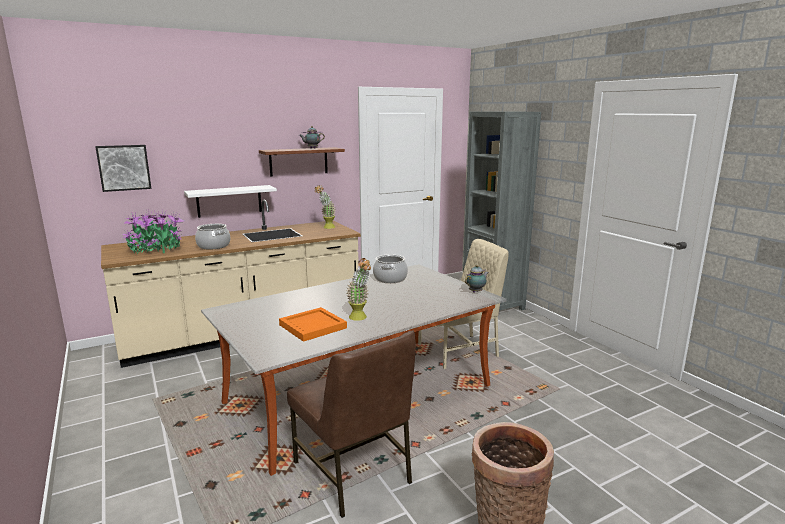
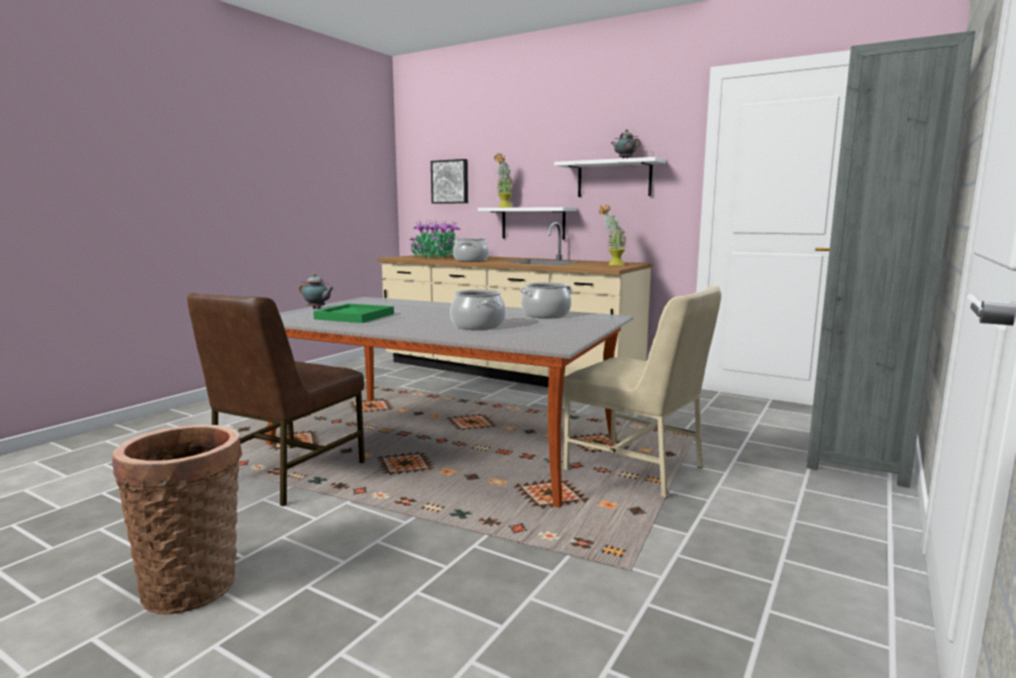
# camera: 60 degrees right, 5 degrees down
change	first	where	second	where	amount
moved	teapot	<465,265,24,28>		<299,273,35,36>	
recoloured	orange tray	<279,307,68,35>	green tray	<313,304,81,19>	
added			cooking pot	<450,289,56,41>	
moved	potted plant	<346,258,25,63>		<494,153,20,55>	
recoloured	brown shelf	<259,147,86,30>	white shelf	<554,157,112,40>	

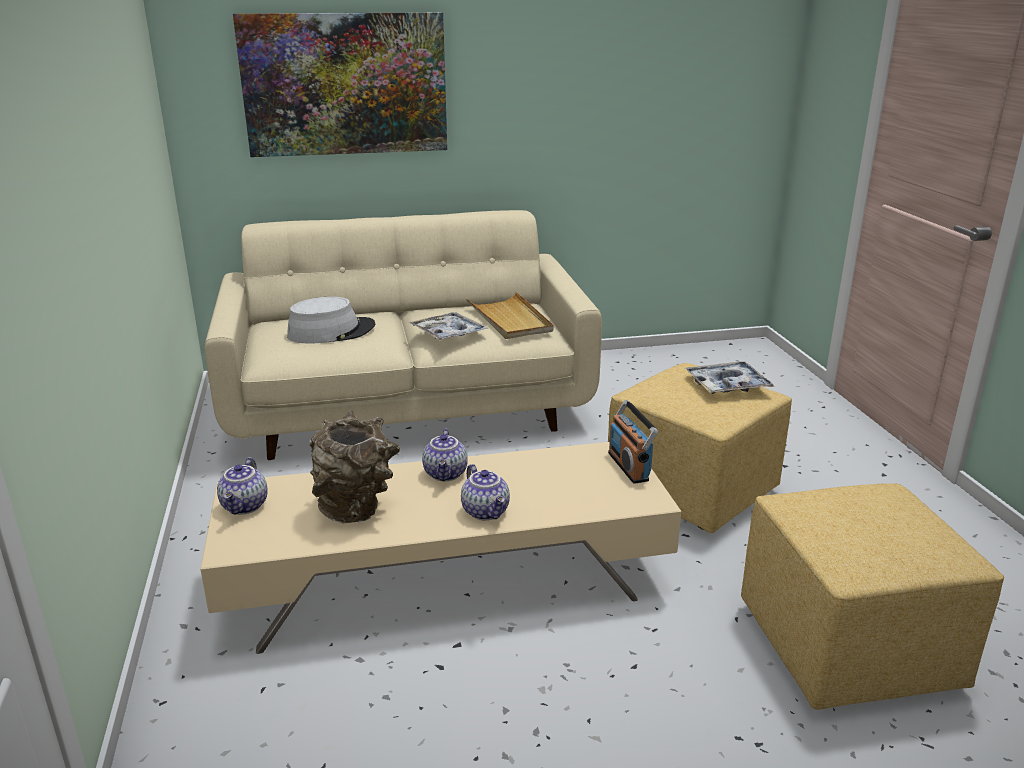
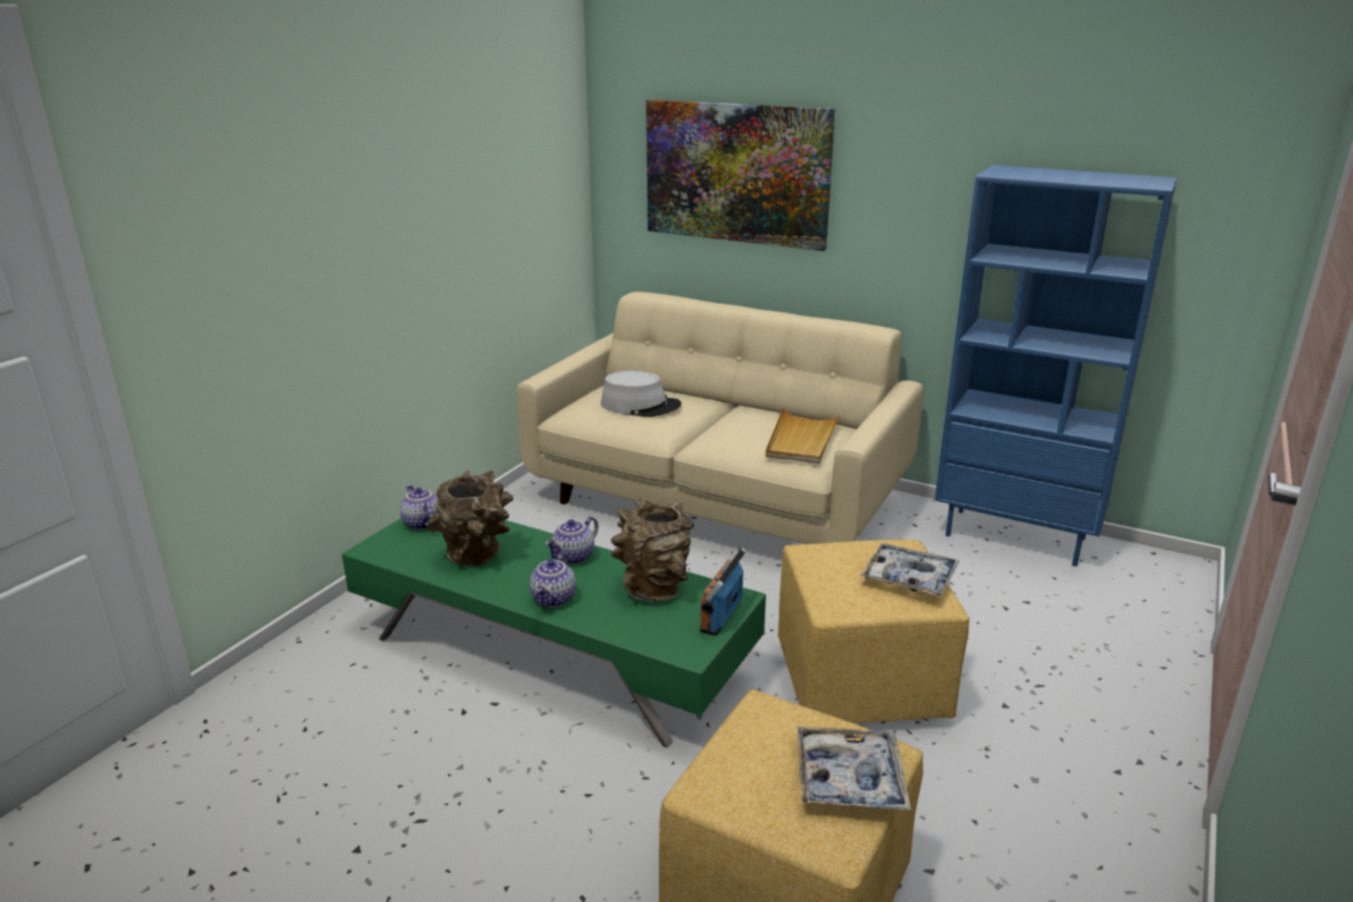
# camera: 40 degrees right, 0 degrees up
change	first	where	second	where	amount
recoloured	beige coffee table	<200,442,481,212>	green coffee table	<342,518,424,230>	
turned	teapot	<217,457,51,58>		<400,485,38,45>	105 degrees clockwise
added			brown vase	<611,497,83,104>	
moved	tray	<408,312,81,29>		<797,726,114,84>	
added			blue bookcase	<935,165,242,401>	

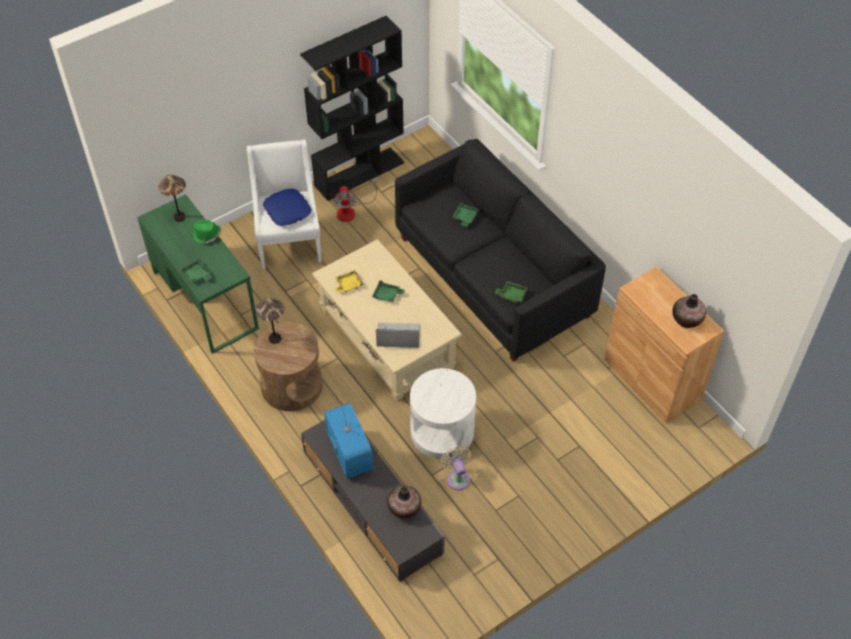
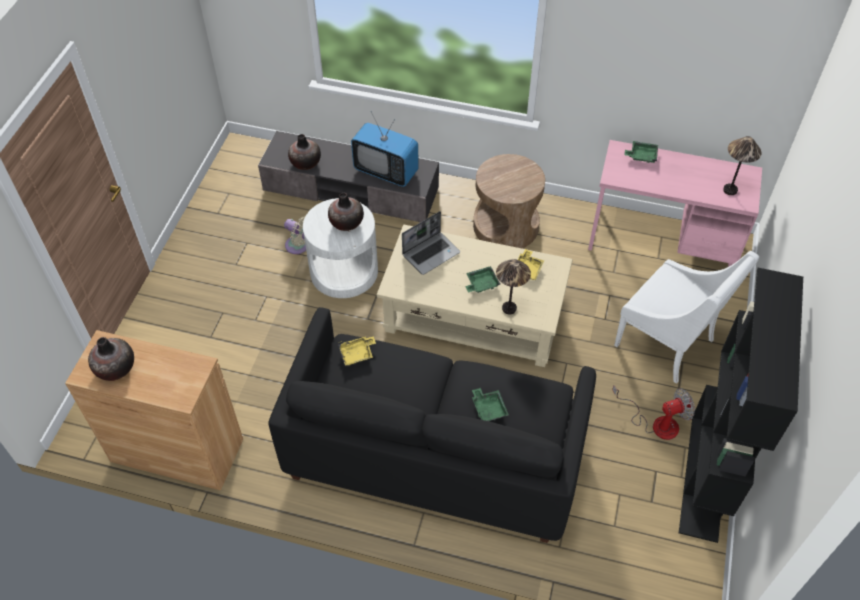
# camera: 140 degrees right, 0 degrees up
change	first	where	second	where	amount
added			vase	<328,193,36,38>	
recoloured	green tray	<495,281,33,23>	yellow tray	<338,336,38,29>	
moved	table lamp	<256,298,28,46>		<496,259,35,56>	
recoloured	green desk	<137,194,122,160>	pink desk	<588,140,174,127>	
turned	fan	<333,178,45,44>		<612,385,83,55>	120 degrees clockwise
removed	green hat	<192,220,29,24>			
removed	blue pillow	<263,189,49,37>			

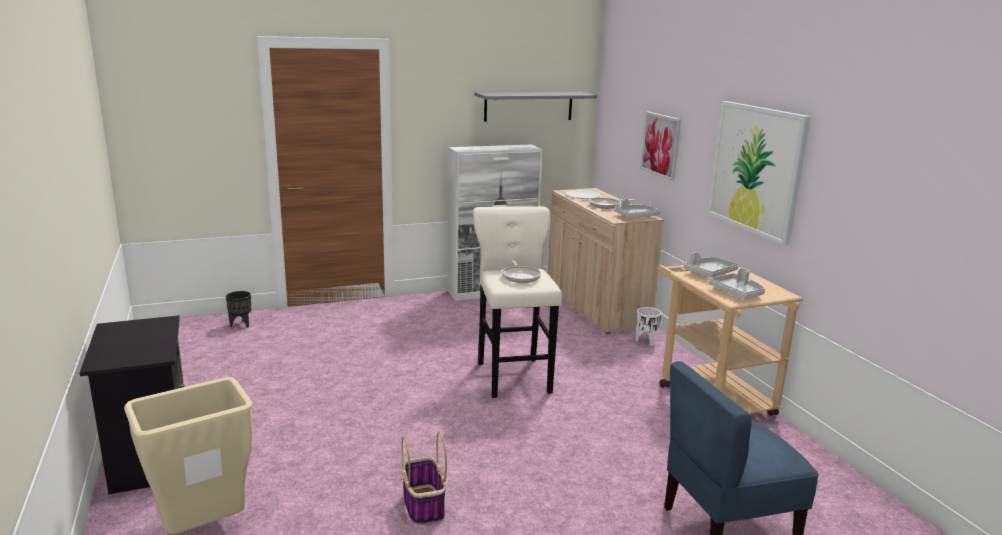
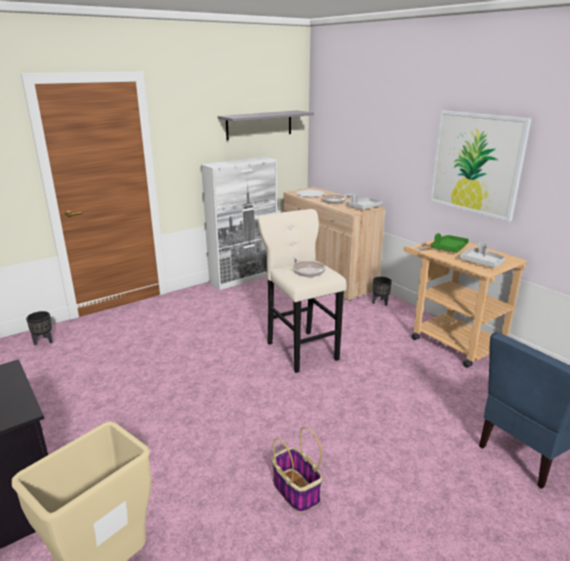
# camera: 15 degrees left, 5 degrees up
change	first	where	second	where	amount
recoloured	white planter	<636,307,25,39>	black planter	<373,277,19,29>	
recoloured	grey tray	<684,252,55,26>	green tray	<431,233,38,20>	
removed	picture	<640,111,41,70>			

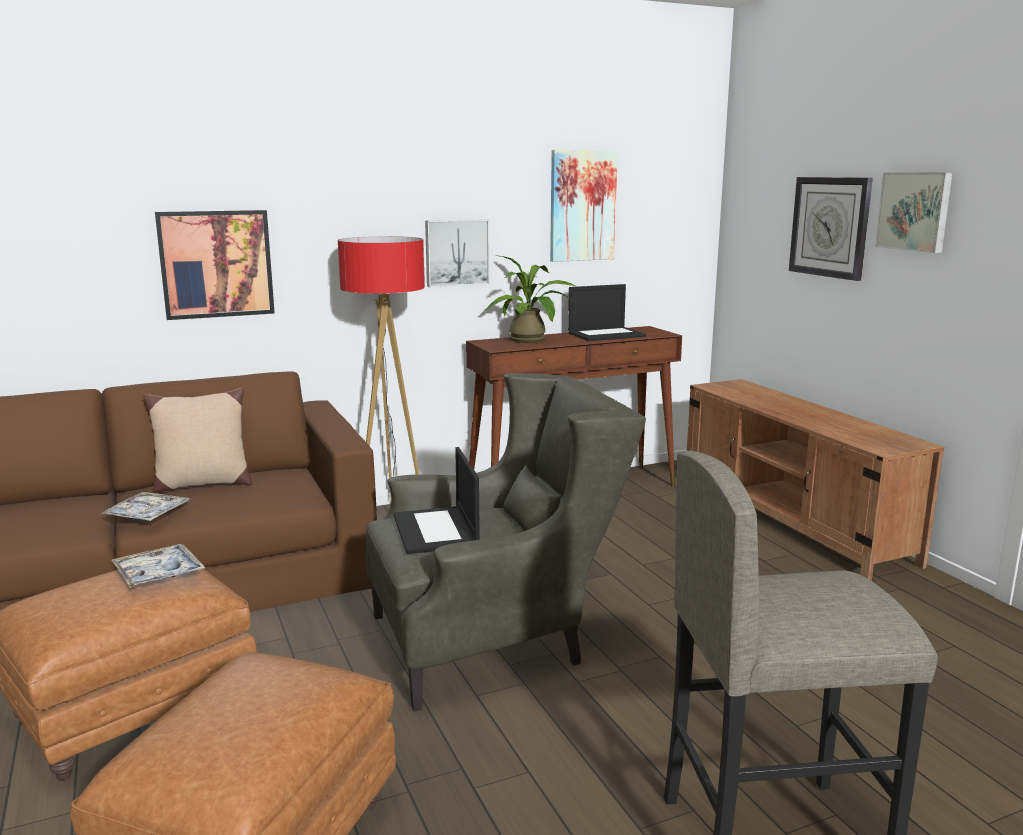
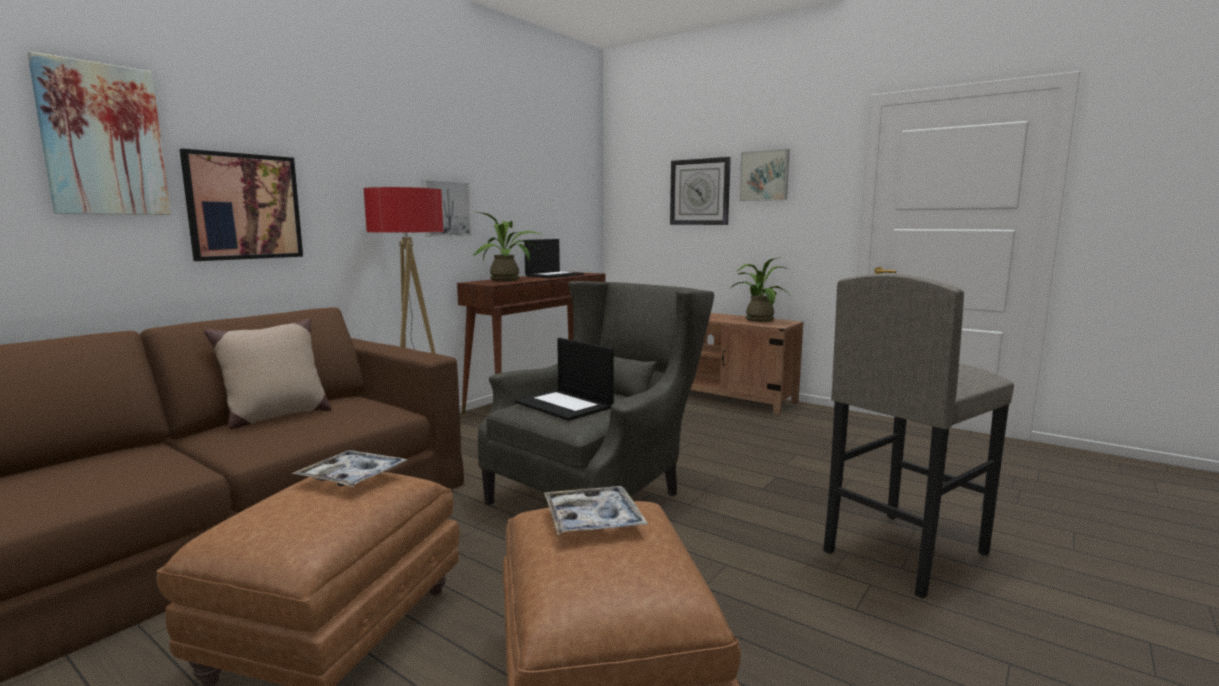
# camera: 30 degrees left, 5 degrees down
change	first	where	second	where	amount
moved	picture	<550,150,68,112>		<27,52,144,163>	
moved	tray	<101,492,88,29>		<544,486,104,48>	
added			potted plant	<729,258,64,64>	

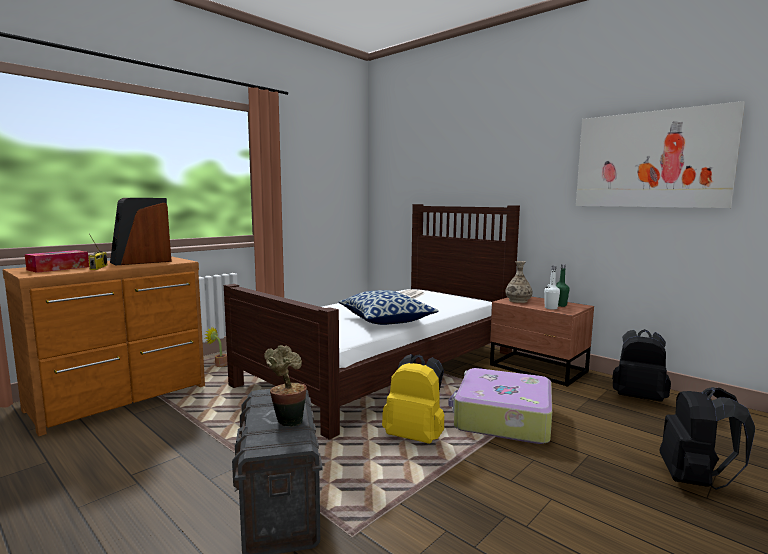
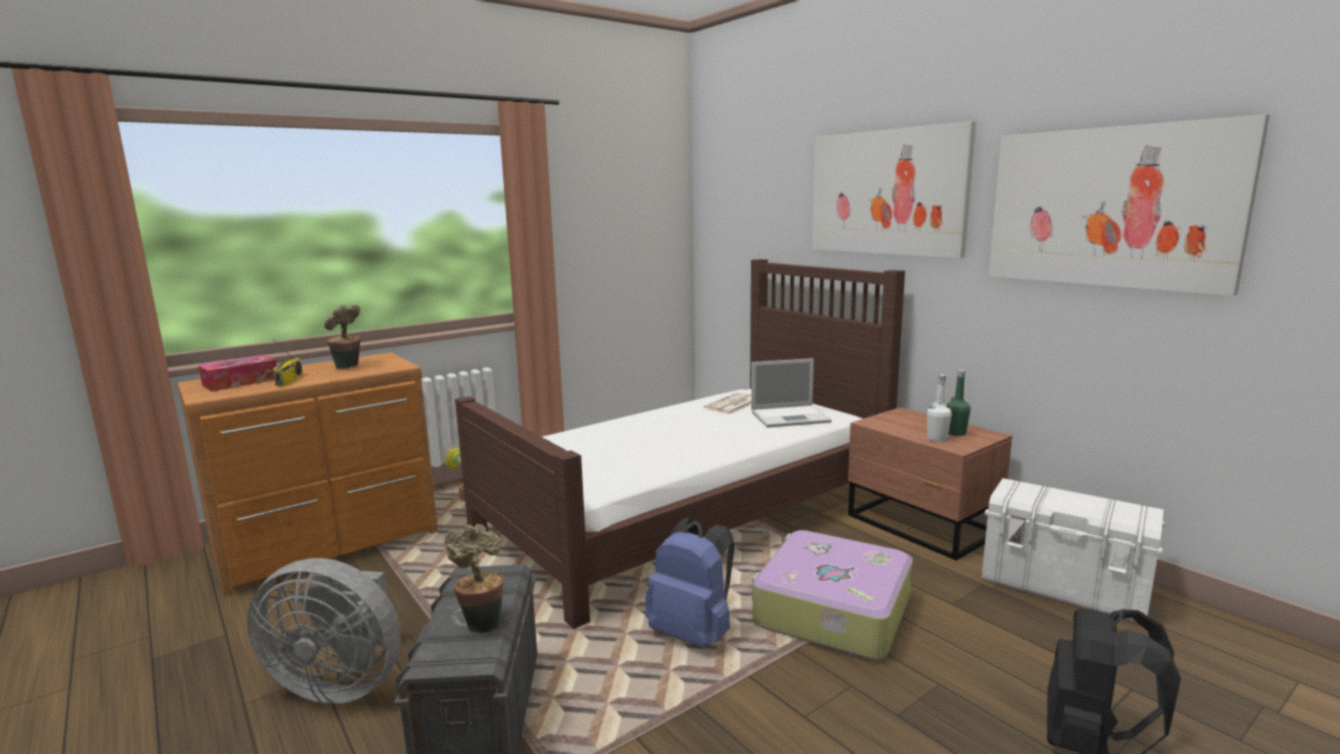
# camera: 10 degrees right, 5 degrees up
change	first	where	second	where	amount
added			grey fan	<247,558,154,146>	
replaced	speaker	<110,198,62,68>	potted plant	<324,304,36,65>	
recoloured	yellow backpack	<382,354,62,90>	blue backpack	<645,518,89,130>	
added			laptop	<751,358,80,70>	
added			picture	<812,121,164,137>	
replaced	black backpack	<612,329,59,73>	white storage box	<982,478,183,144>	
removed	pillow	<339,290,100,35>			
removed	vase	<505,261,28,42>			

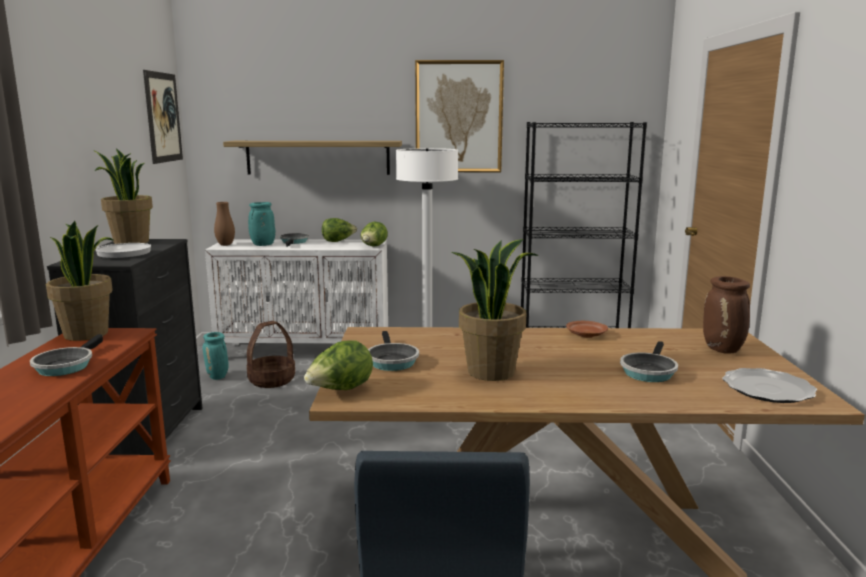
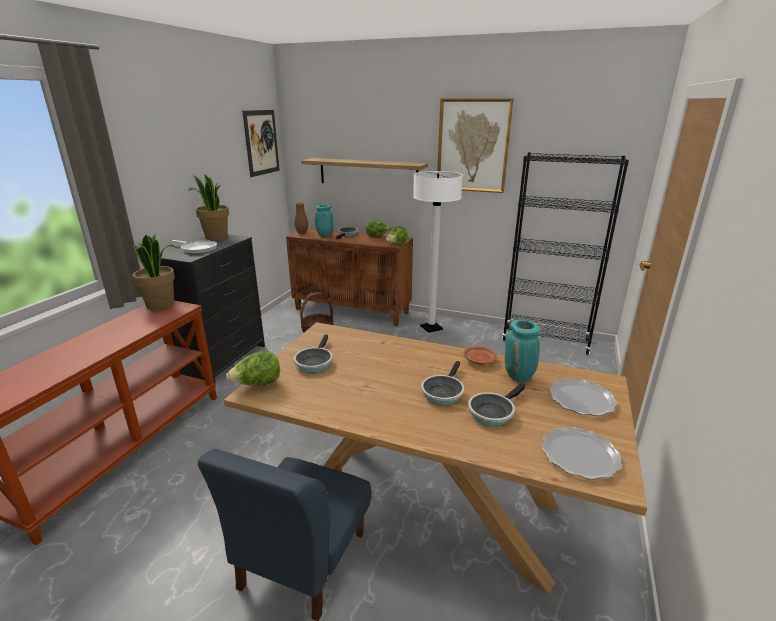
# camera: 20 degrees right, 10 degrees up
change	first	where	second	where	amount
recoloured	white cabinet	<205,239,183,107>	brown cabinet	<286,227,127,99>	
moved	frying pan	<30,334,73,42>		<421,361,43,44>	
moved	turquoise vase	<203,332,26,48>		<505,319,35,63>	
replaced	brown vase	<703,276,47,78>	plate	<549,378,69,38>	
removed	potted plant	<452,239,87,142>			

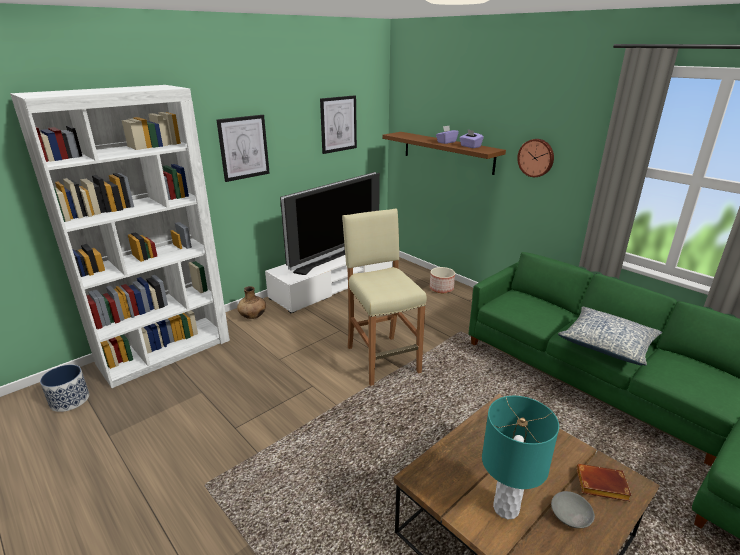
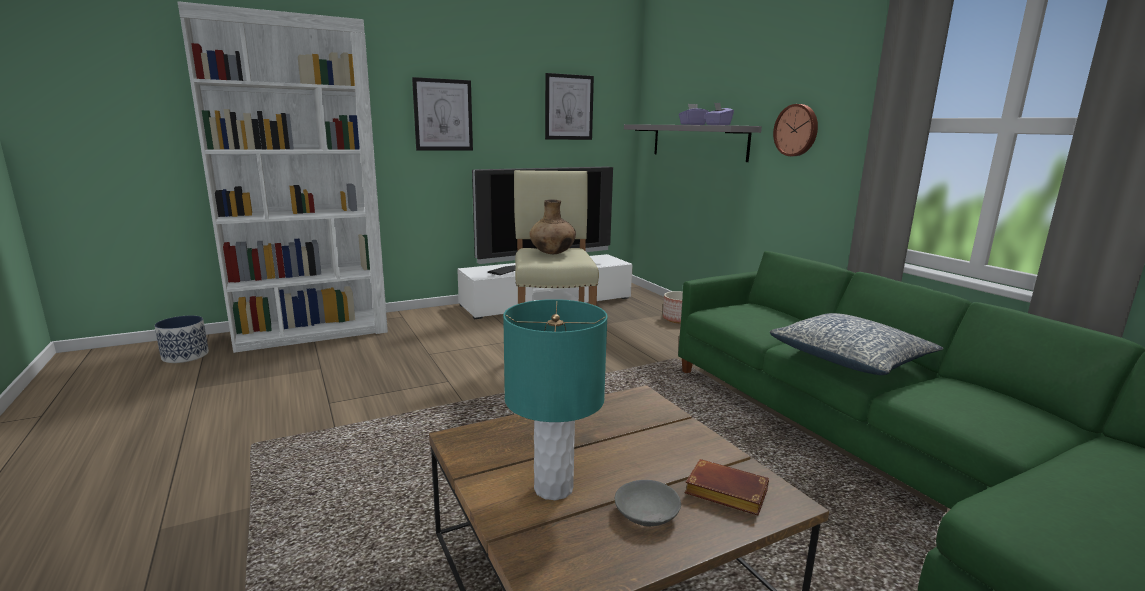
# camera: 15 degrees right, 10 degrees down
change	first	where	second	where	amount
moved	brown vase	<237,286,29,33>		<529,199,47,55>	
recoloured	brown shelf	<382,132,124,43>	grey shelf	<624,124,138,38>	

